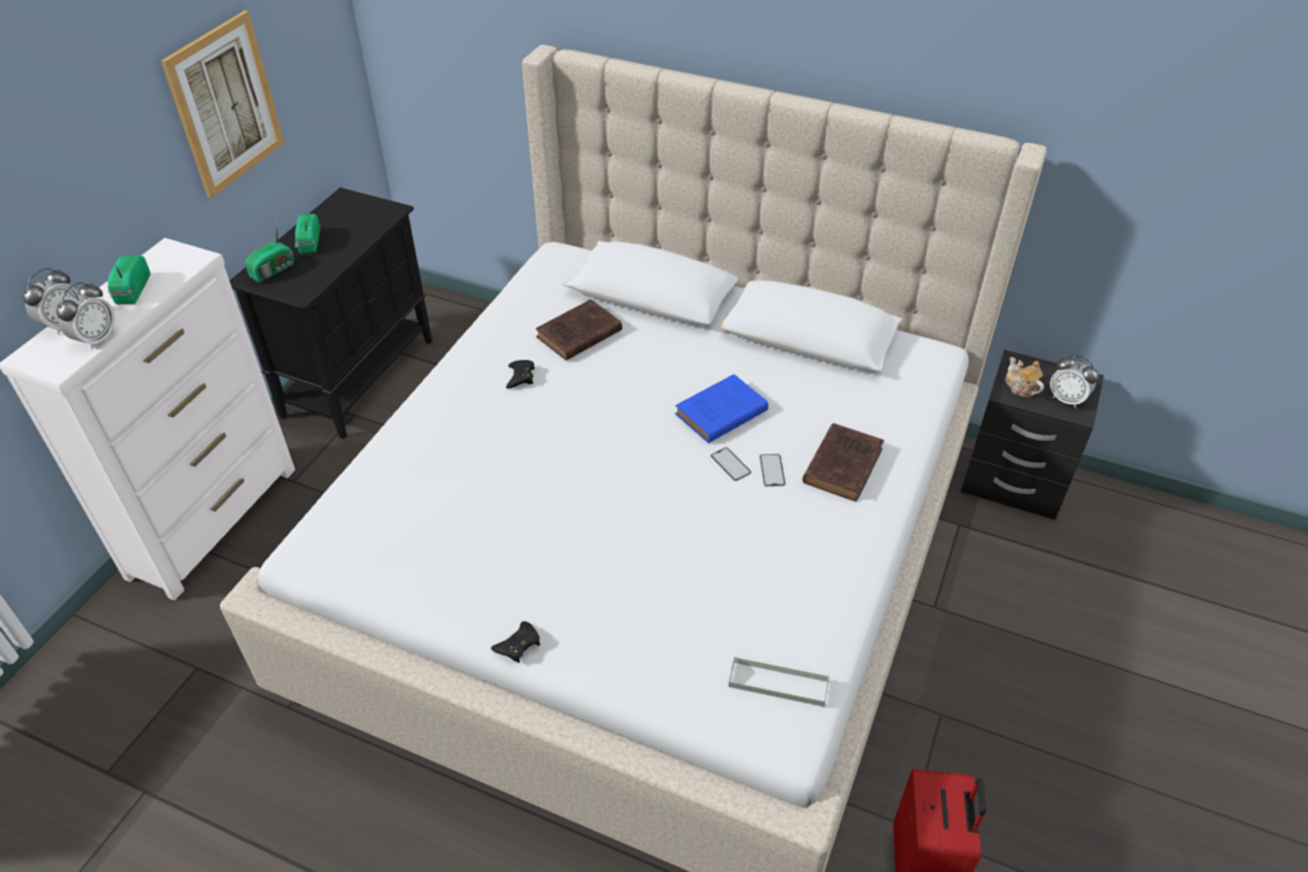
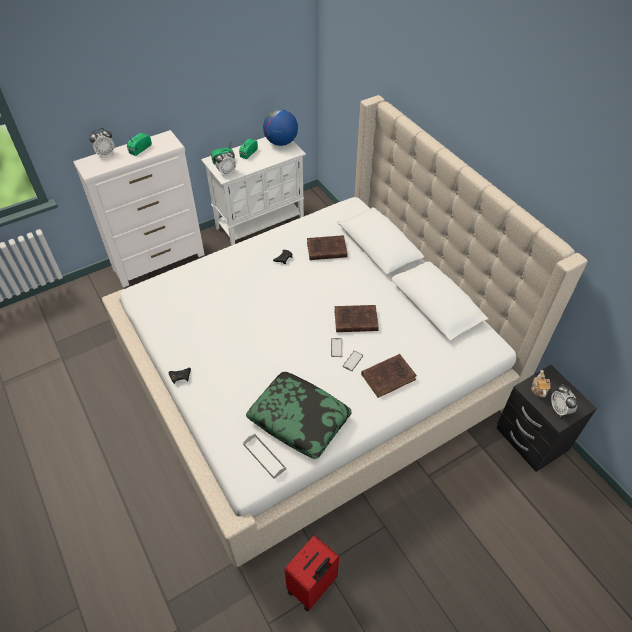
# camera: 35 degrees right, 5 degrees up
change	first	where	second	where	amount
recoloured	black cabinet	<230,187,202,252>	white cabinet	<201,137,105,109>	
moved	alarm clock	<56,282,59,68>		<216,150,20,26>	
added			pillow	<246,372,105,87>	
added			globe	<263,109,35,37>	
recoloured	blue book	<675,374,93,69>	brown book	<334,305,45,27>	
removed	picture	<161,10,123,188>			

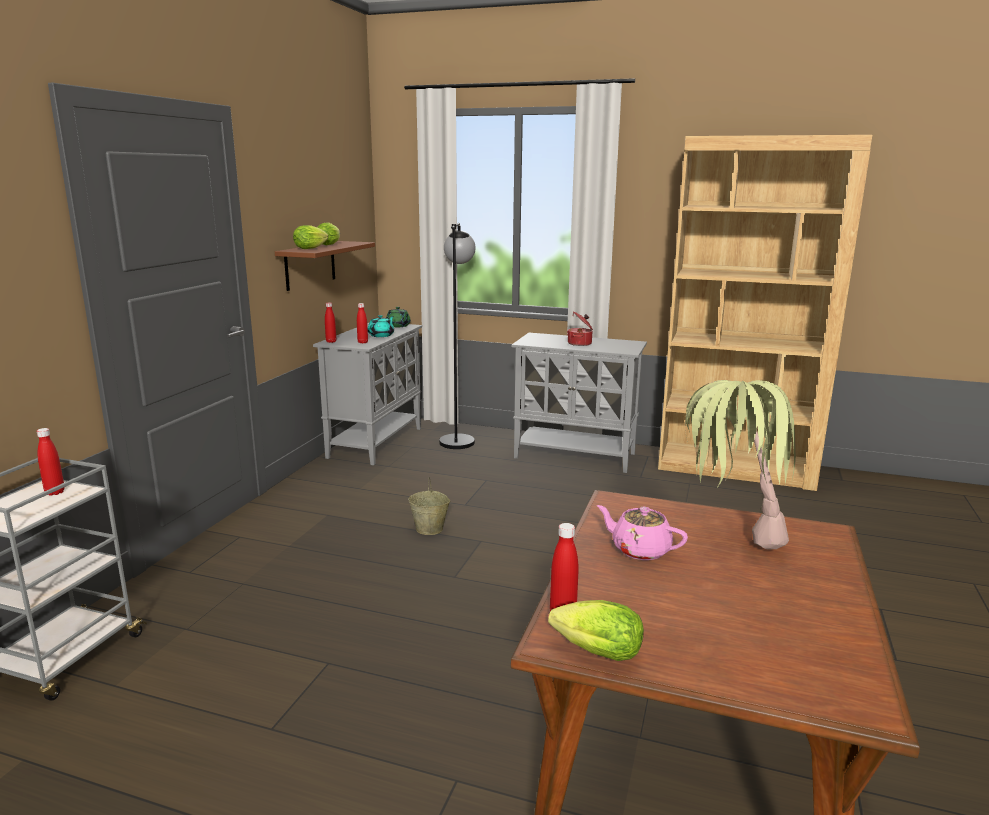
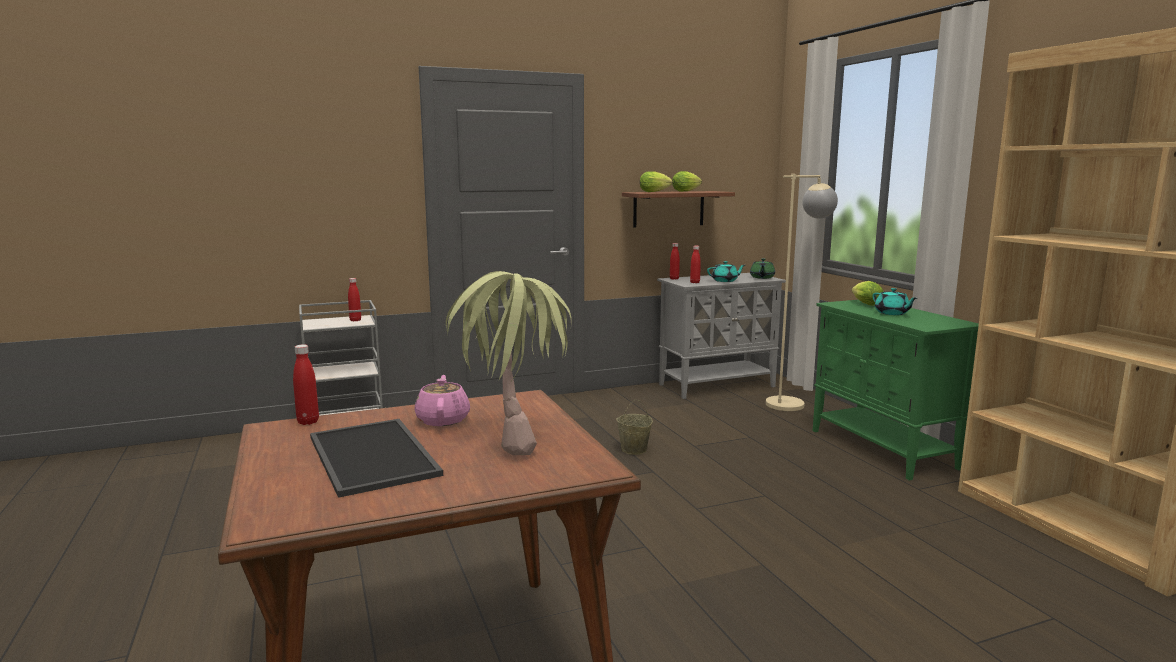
# camera: 50 degrees right, 5 degrees down
change	first	where	second	where	amount
added			tray	<310,419,133,79>	
recoloured	black floor lamp	<439,223,37,226>	beige floor lamp	<766,174,72,237>	
recoloured	grey cabinet	<511,333,136,140>	green cabinet	<813,300,166,181>	
moved	lettuce	<548,600,96,61>		<852,281,32,25>	
replaced	cooking pot	<567,311,26,35>	turquoise teapot	<873,288,44,27>	

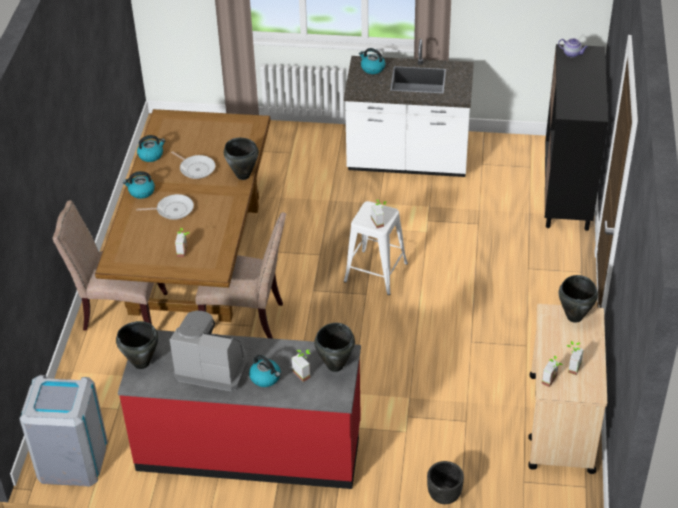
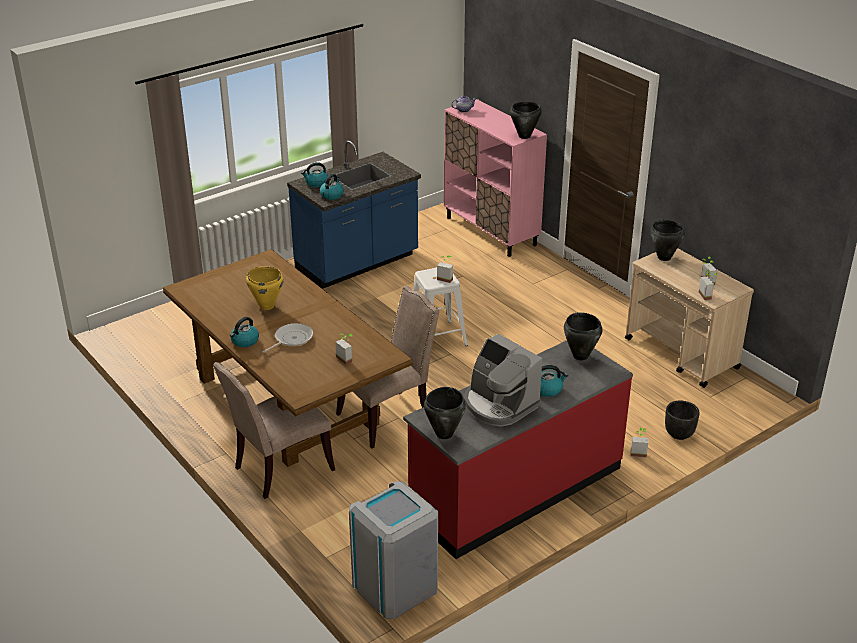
# camera: 45 degrees left, 10 degrees down
change	first	where	second	where	amount
replaced	frying pan	<171,151,44,28>	yellow cooking pot	<246,267,38,43>	
recoloured	white counter	<344,39,130,138>	blue counter	<287,141,134,148>	
moved	kettle	<137,135,28,27>		<320,174,24,26>	
recoloured	black cabinet	<545,44,63,187>	pink cabinet	<444,99,103,158>	
turned	coffee machine	<170,311,78,80>		<464,334,78,93>	105 degrees counterclockwise
moved	black cooking pot	<224,138,35,42>		<510,102,32,37>	
moved	potted plant	<292,350,19,32>		<631,428,17,30>	

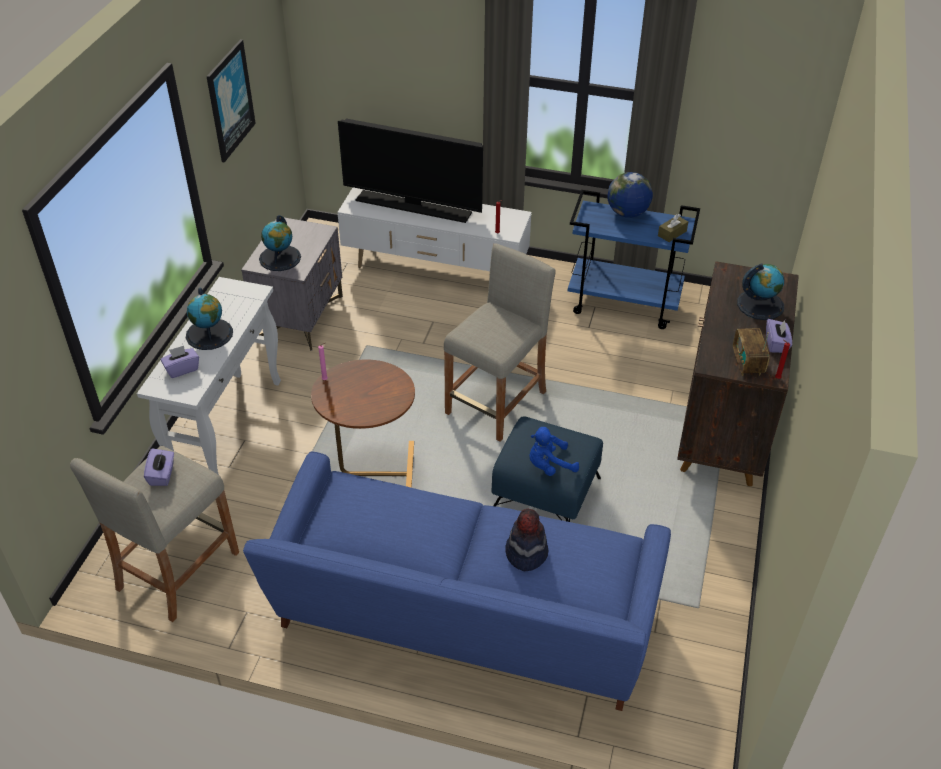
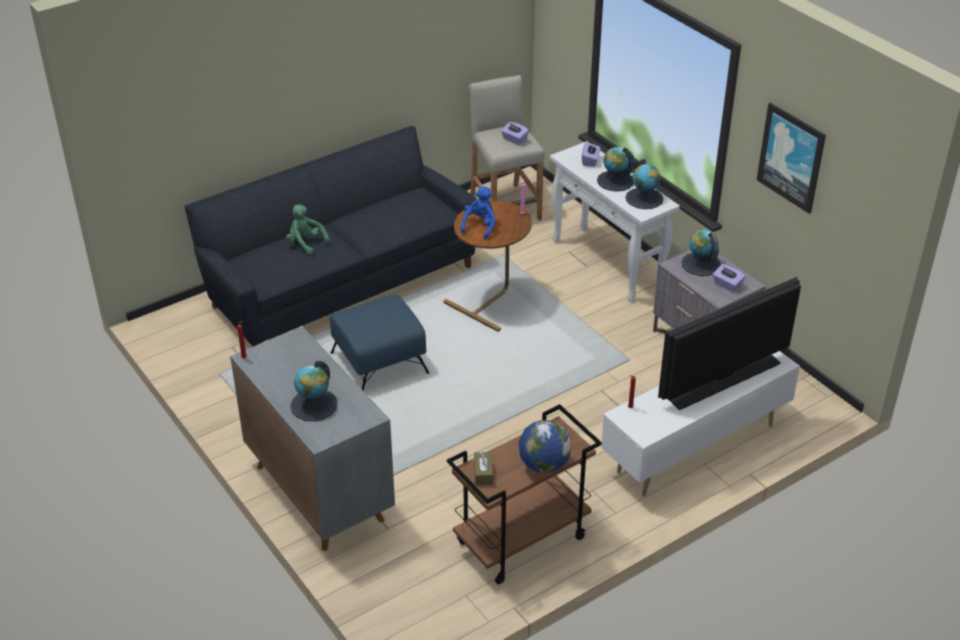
# camera: 130 degrees right, 5 degrees down
change	first	where	second	where	amount
recoloured	blue sofa	<243,451,428,260>	black sofa	<184,126,293,221>	
recoloured	brown cabinet	<677,261,122,225>	grey cabinet	<230,326,165,225>	
replaced	hat	<505,509,43,62>	green plush toy	<286,205,44,50>	
recoloured	blue cart	<568,190,132,139>	brown cart	<447,404,155,180>	
moved	blue plush toy	<529,427,50,49>		<460,186,36,53>	
added			globe	<625,159,39,50>	
moved	purple tissue box	<766,319,26,34>		<713,264,32,28>	
removed	beige stool	<444,243,112,199>			
removed	radio	<733,328,37,48>			

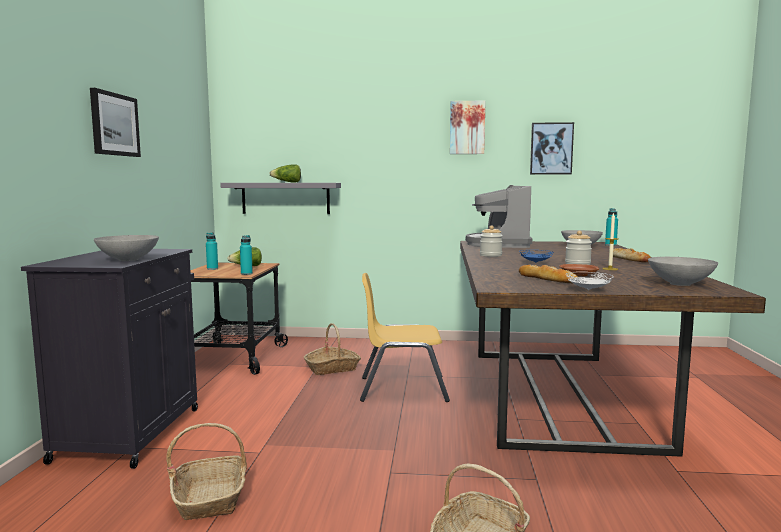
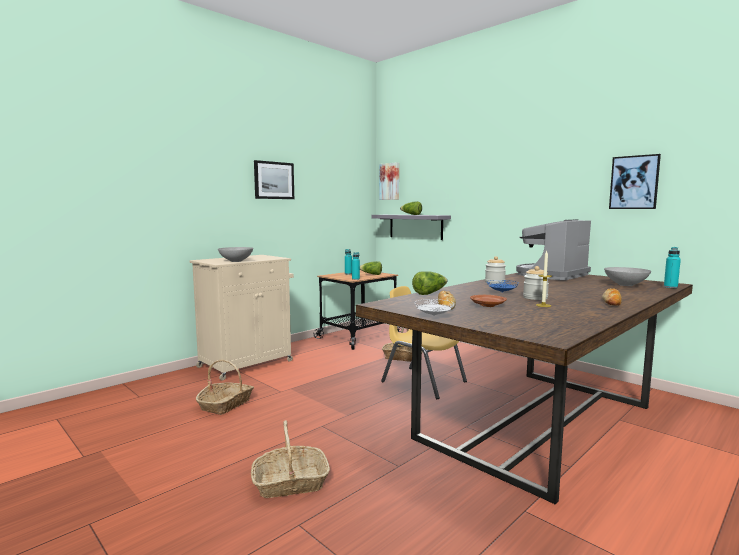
# camera: 40 degrees right, 0 degrees up
change	first	where	second	where	amount
recoloured	black cabinet	<21,249,177,220>	beige cabinet	<189,255,105,126>	
moved	picture	<450,100,36,54>		<379,162,20,38>	
added			lettuce	<412,271,35,24>	
removed	grey bowl	<648,257,70,29>			

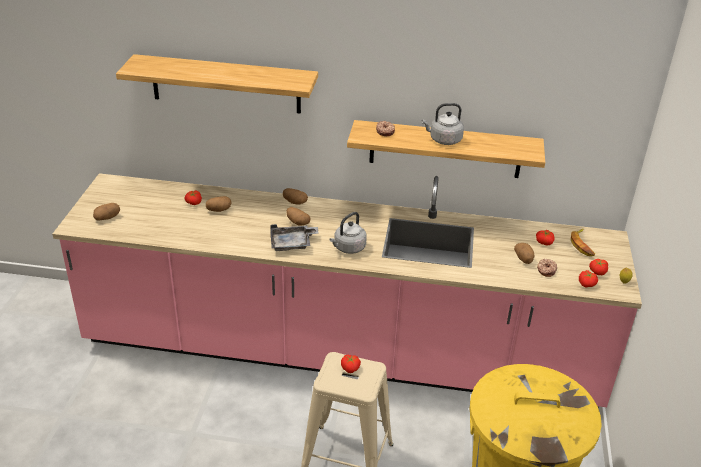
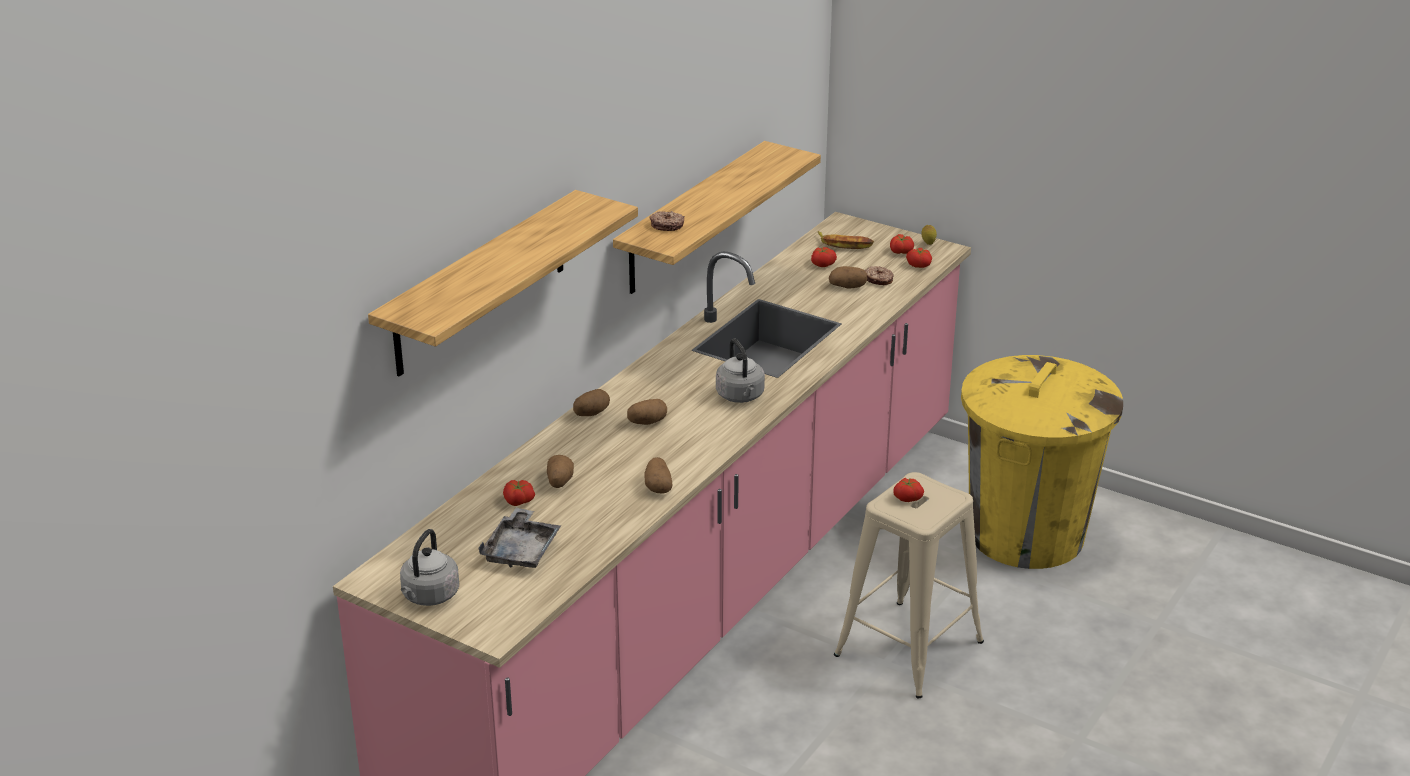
# camera: 65 degrees left, 5 degrees down
change	first	where	second	where	amount
moved	grey kettle	<422,103,42,42>		<400,529,59,77>	
moved	grey tray	<270,224,49,27>		<478,508,83,60>	
moved	potato	<93,203,27,18>		<644,457,29,37>	

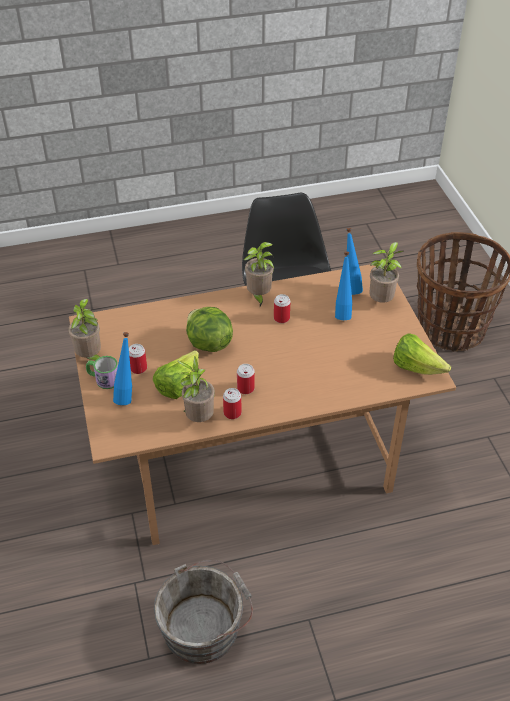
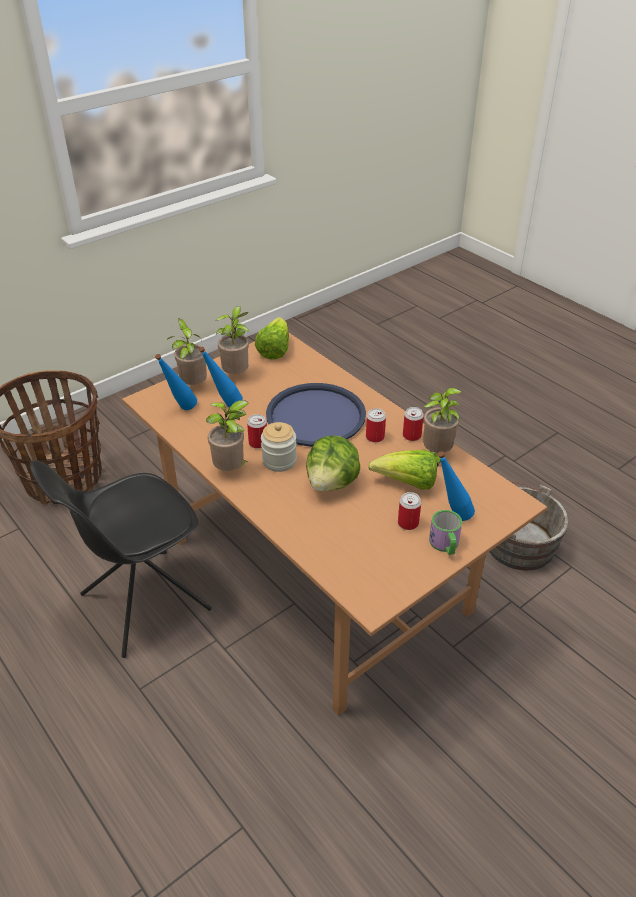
# camera: 115 degrees left, 5 degrees down
change	first	where	second	where	amount
moved	potted plant	<68,299,33,61>		<216,306,33,68>	
added			jar	<261,422,36,50>	
added			blue tray	<266,383,100,64>	

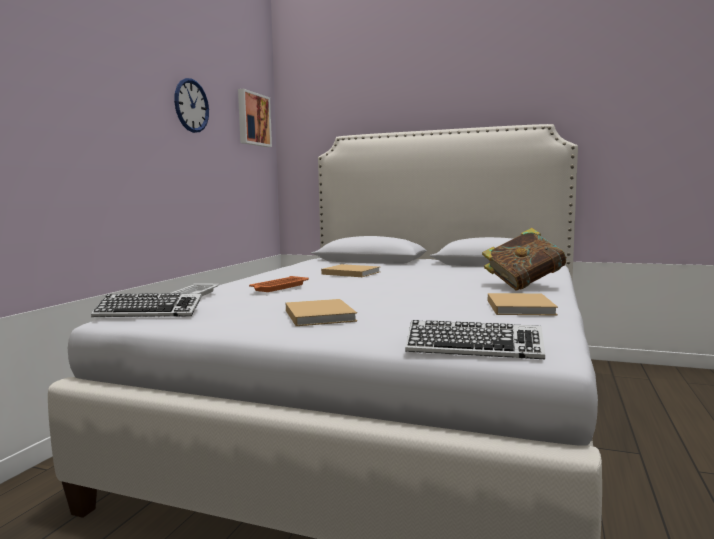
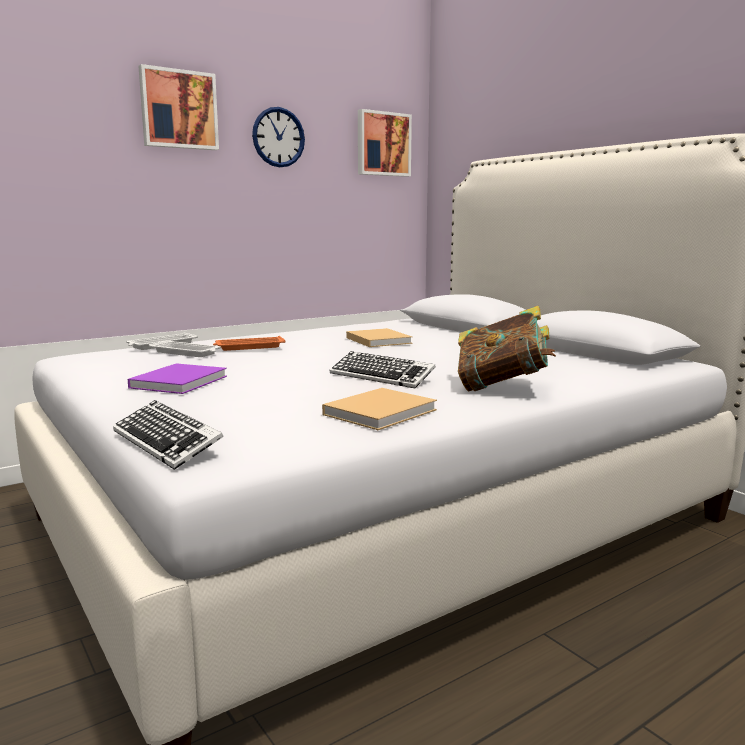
# camera: 35 degrees right, 5 degrees up
change	first	where	second	where	amount
recoloured	beige book	<286,299,71,27>	purple book	<128,363,99,31>	
added			picture	<138,64,81,86>	
added			white tray	<149,340,72,17>	
moved	keyboard	<91,293,111,24>		<330,351,106,37>	

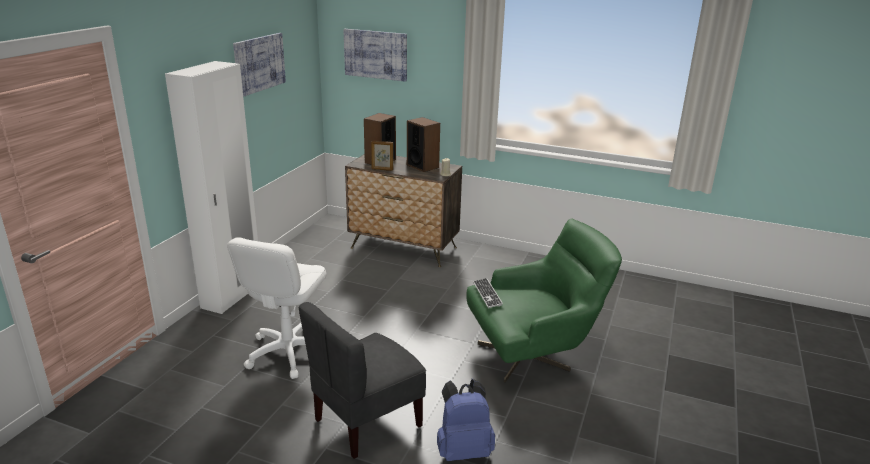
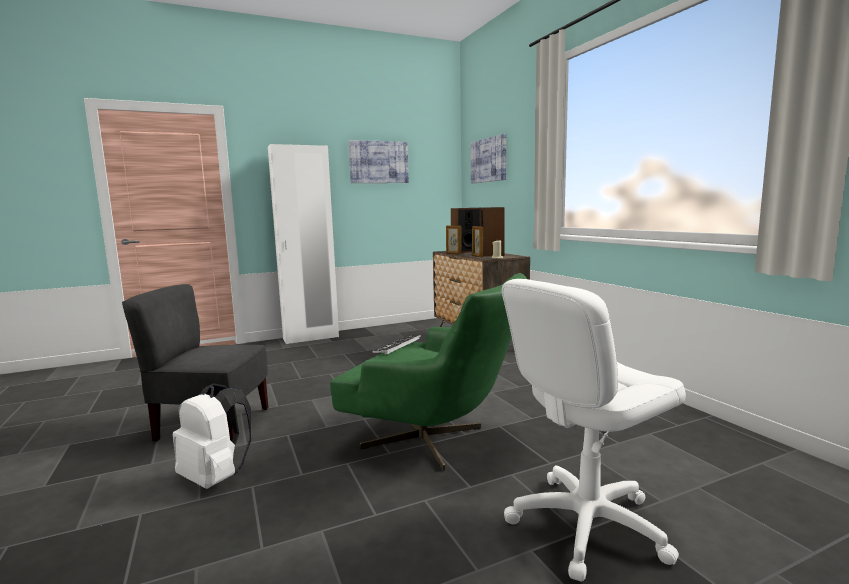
# camera: 45 degrees right, 15 degrees down
change	first	where	second	where	amount
recoloured	blue backpack	<437,379,58,82>	white backpack	<173,383,78,106>	
added			picture frame	<472,226,11,32>	
moved	white office chair	<227,237,100,142>		<502,279,184,303>	

